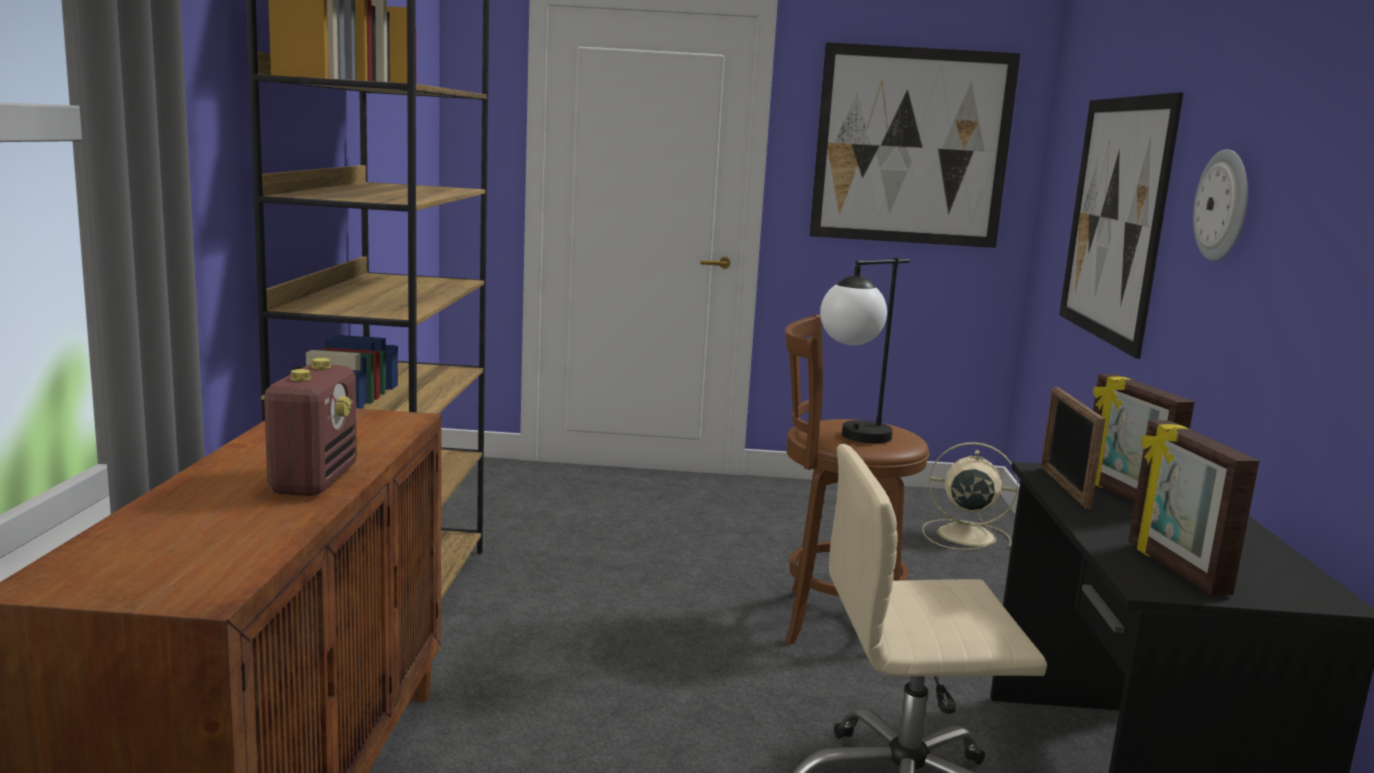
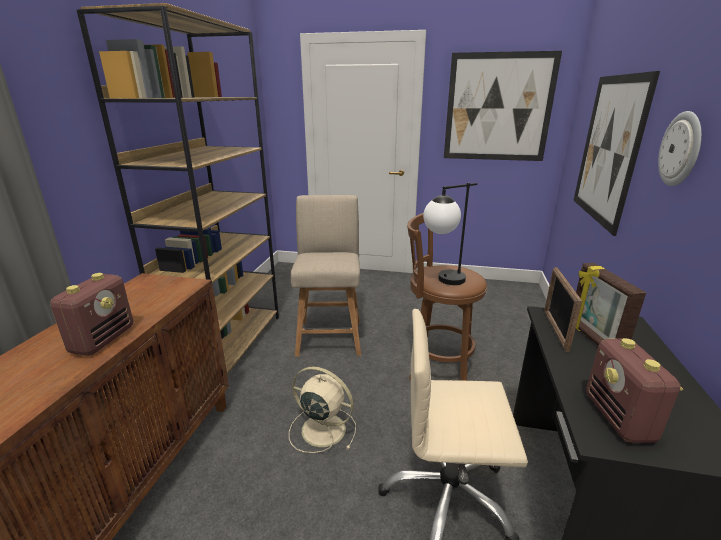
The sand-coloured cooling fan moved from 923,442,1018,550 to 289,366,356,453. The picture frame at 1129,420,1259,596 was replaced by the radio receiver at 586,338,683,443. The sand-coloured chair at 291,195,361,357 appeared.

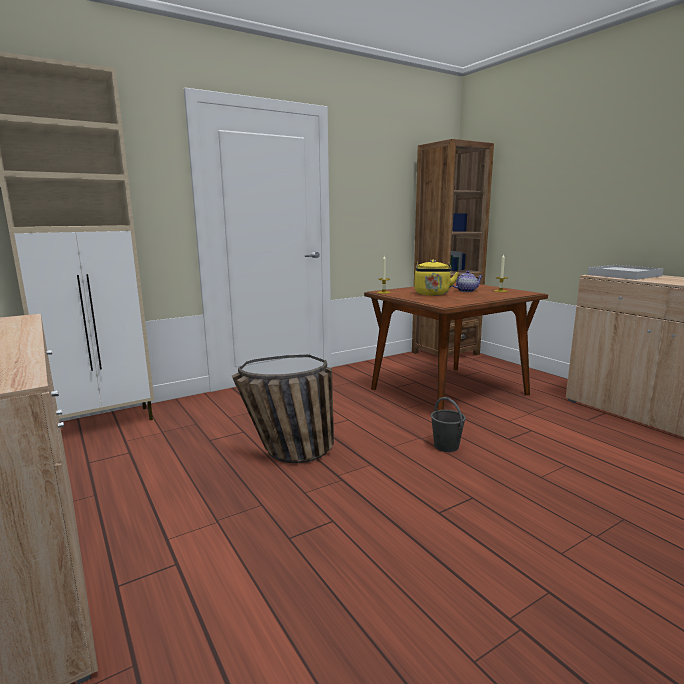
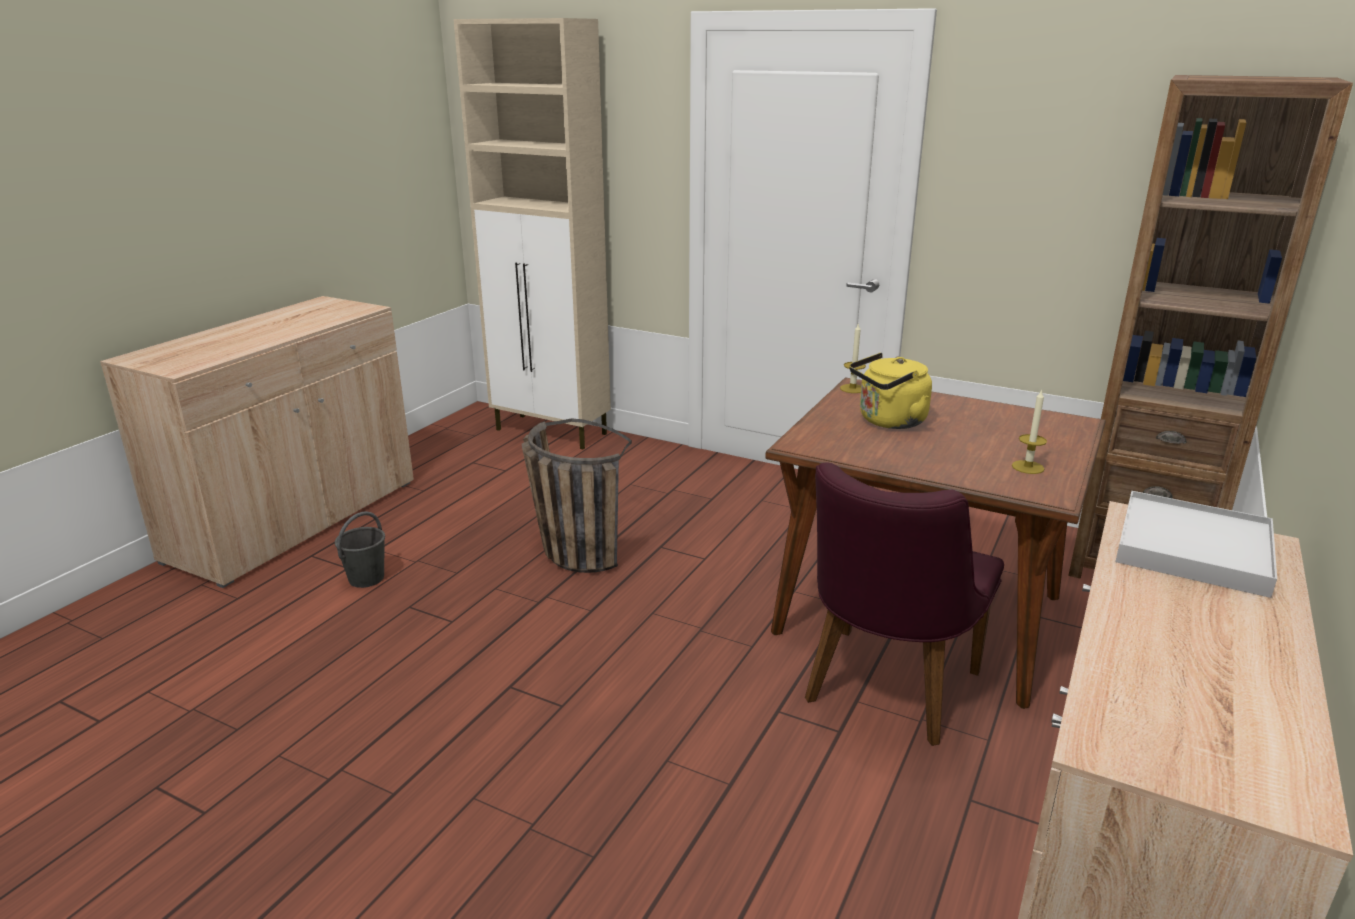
The grey pail moved from 431,397,466,452 to 335,511,385,588. The pot for tea at 453,271,482,292 disappeared. The purple chair at 805,462,1004,746 appeared.

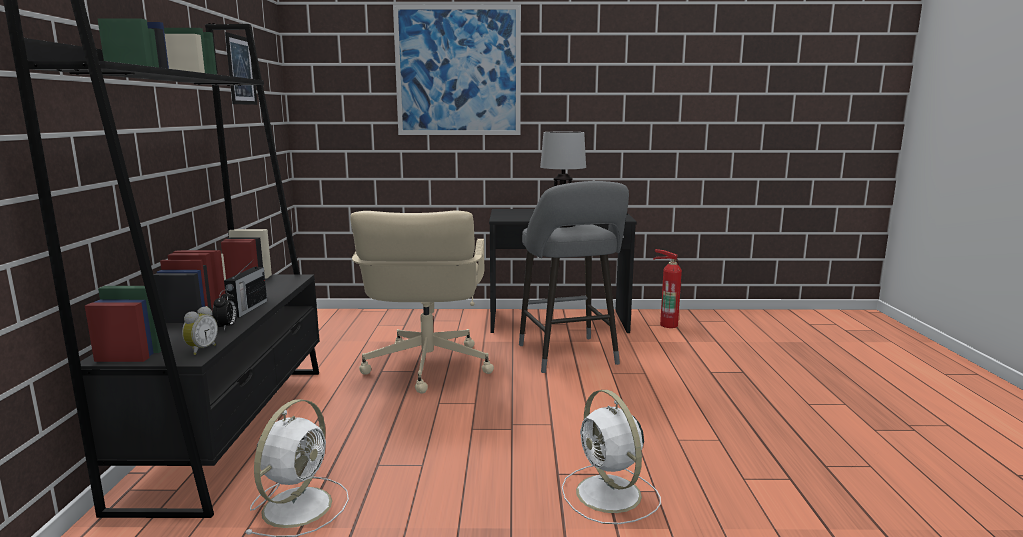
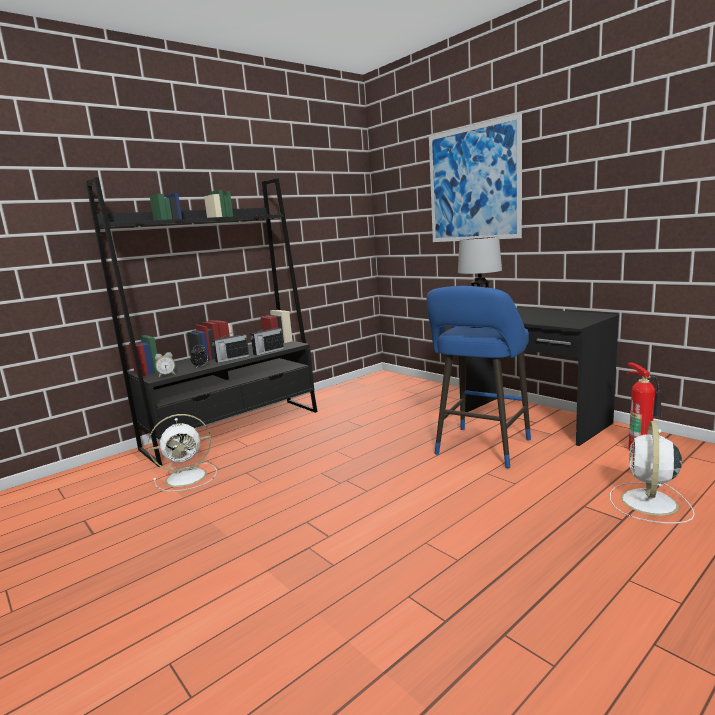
The picture at 225,32,257,105 disappeared. The sand-coloured office chair at 350,211,494,393 disappeared. The grey stool seat at 519,181,629,373 became the blue-coloured stool seat at 427,286,531,468. The white cooling fan moved from 562,390,661,524 to 610,421,695,524. The radio receiver at 250,324,284,356 appeared.

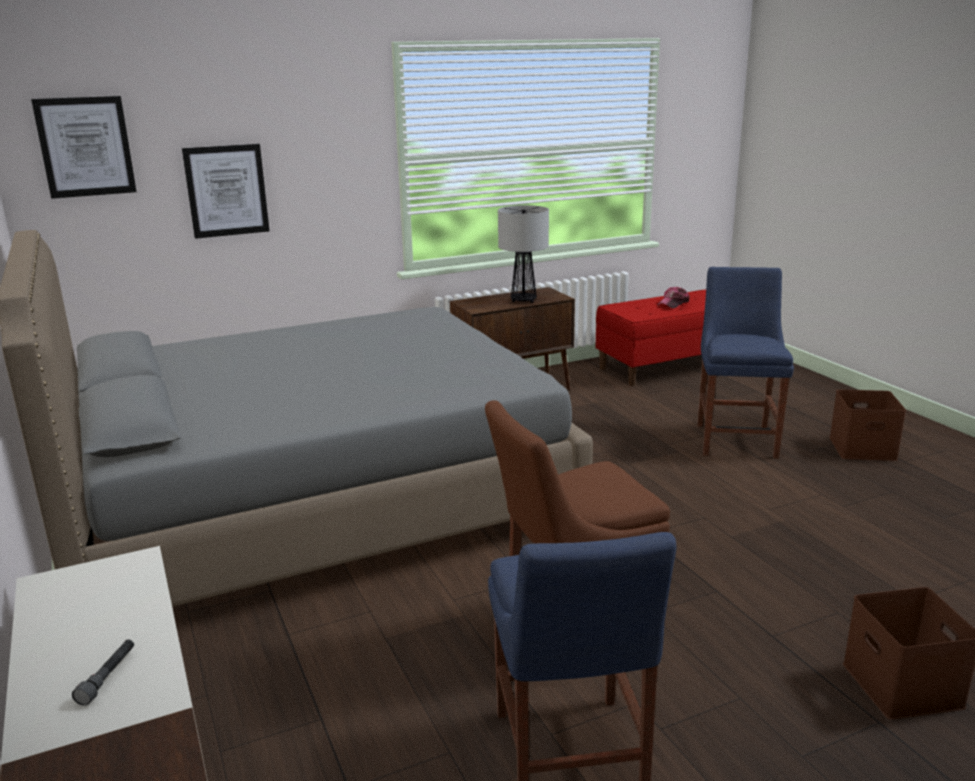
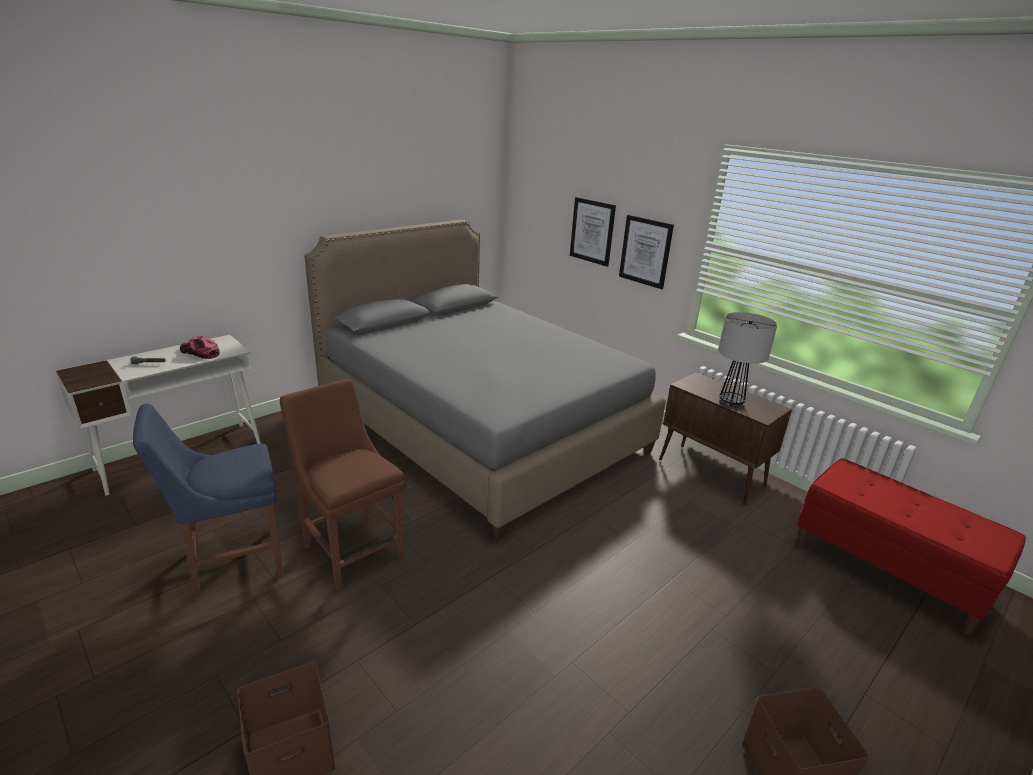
The picture moved from 31,96,137,199 to 619,215,674,289. The baseball cap moved from 657,287,690,308 to 180,336,220,359. The blue-coloured chair at 697,267,794,459 disappeared.

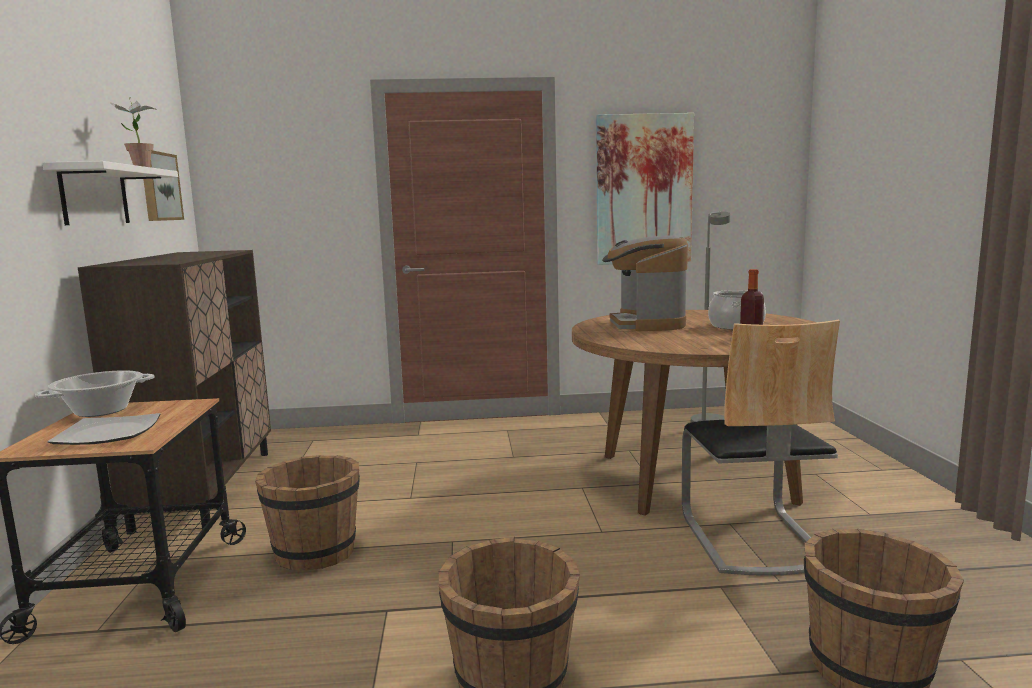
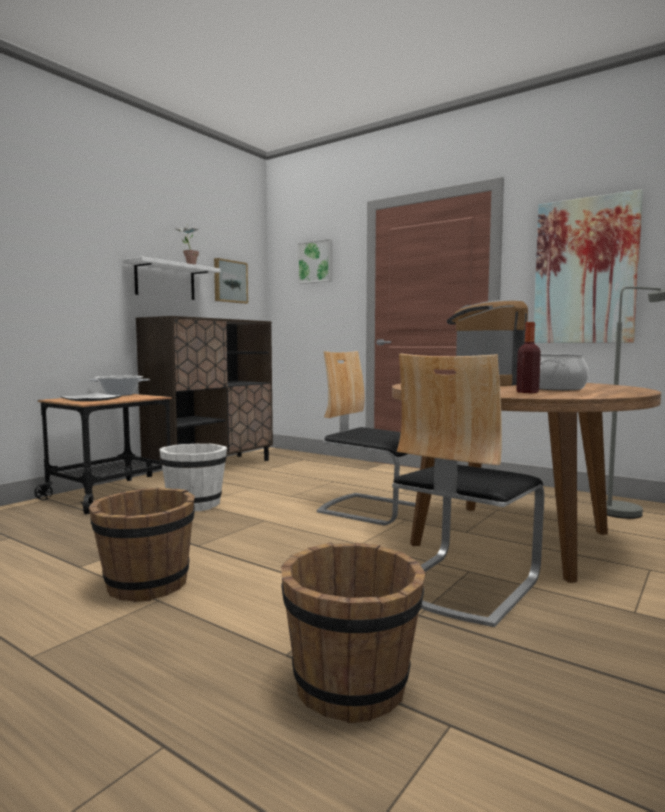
The brown pail at 255,455,360,571 became the white pail at 159,443,227,511. The picture at 297,239,332,284 appeared. The chair at 317,351,416,525 appeared.

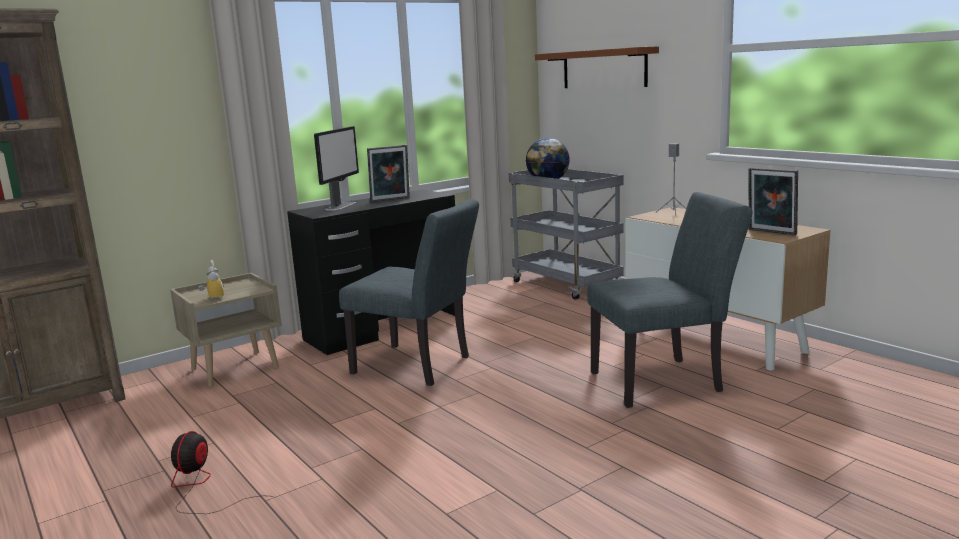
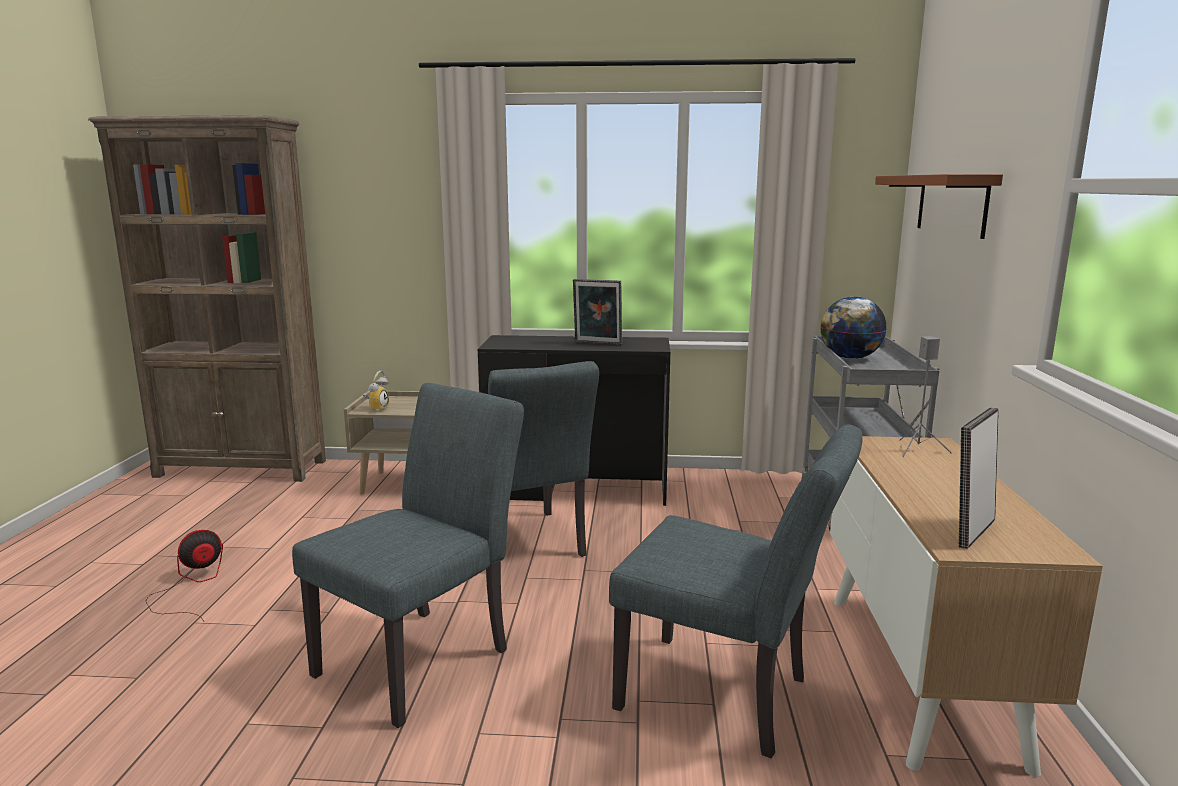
The monitor at 314,126,359,210 disappeared. The picture frame at 748,167,798,235 turned 45 degrees clockwise. The grey chair at 292,383,524,728 appeared.

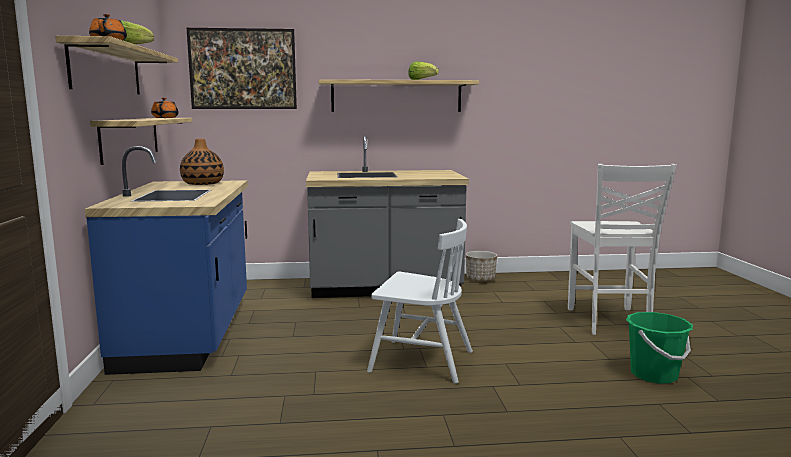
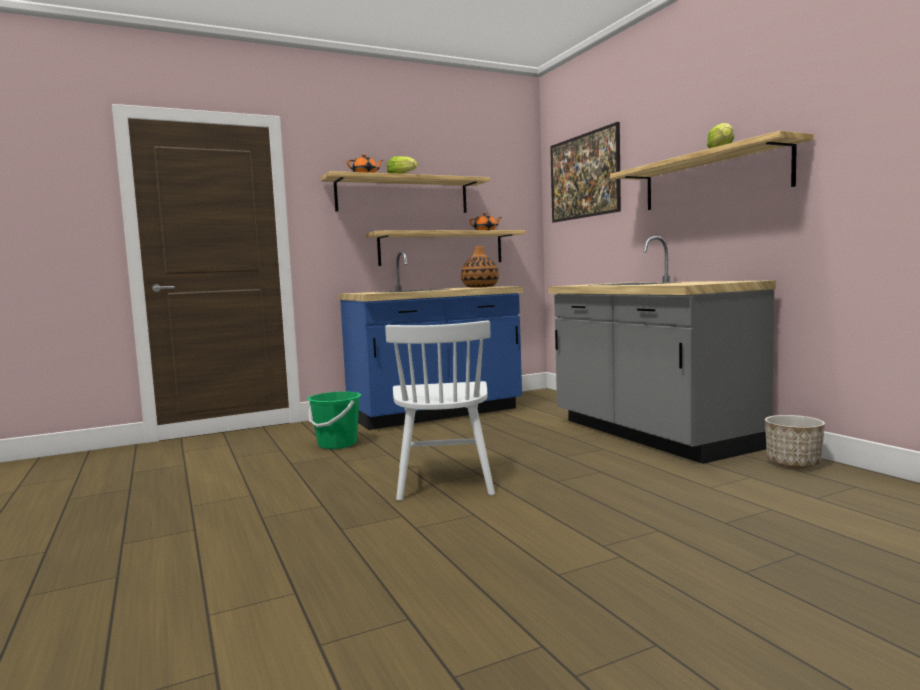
The white chair at 568,164,677,335 disappeared. The green-coloured pail moved from 626,312,693,384 to 307,392,361,449.

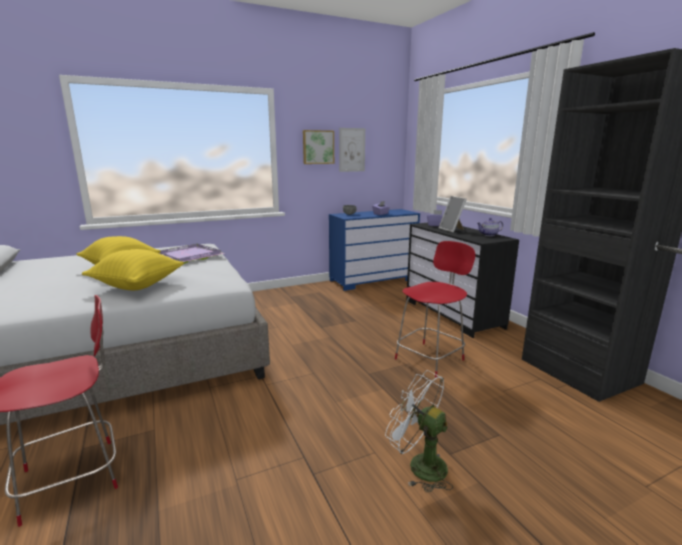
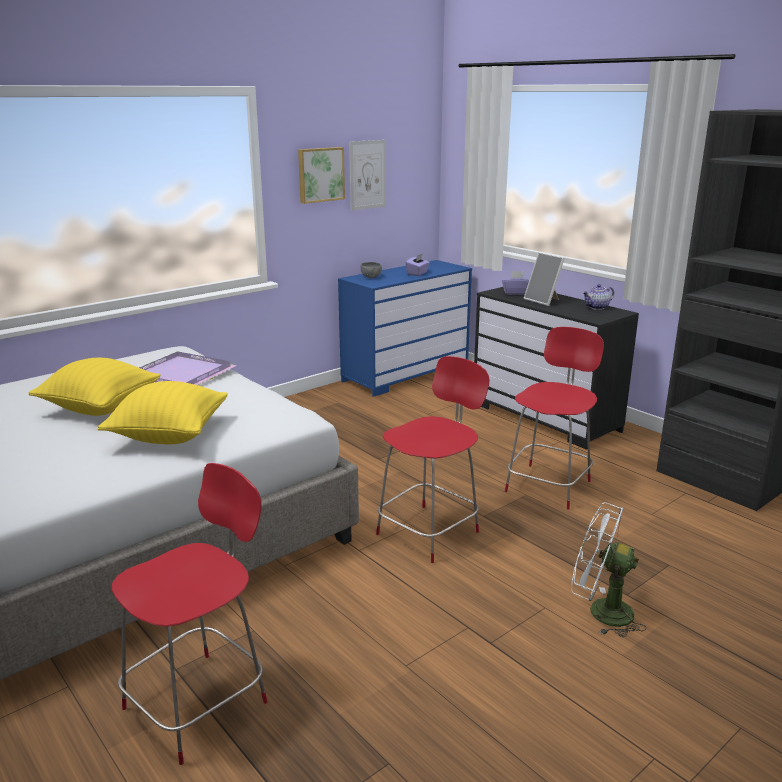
The red chair at 376,356,490,563 appeared.

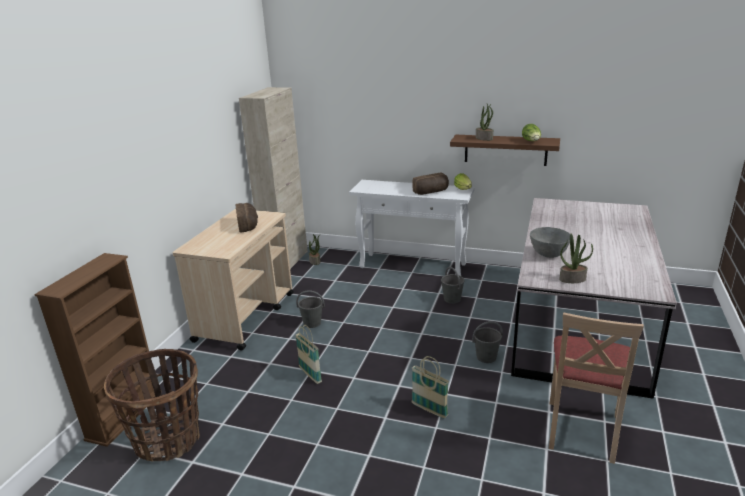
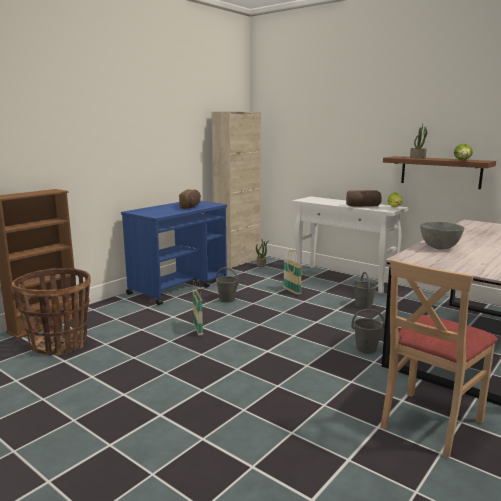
The sand-coloured trolley at 172,209,294,351 became the blue-coloured trolley at 121,201,227,305. The storage basket moved from 411,356,449,418 to 283,250,302,295. The potted plant at 559,234,593,283 disappeared.

